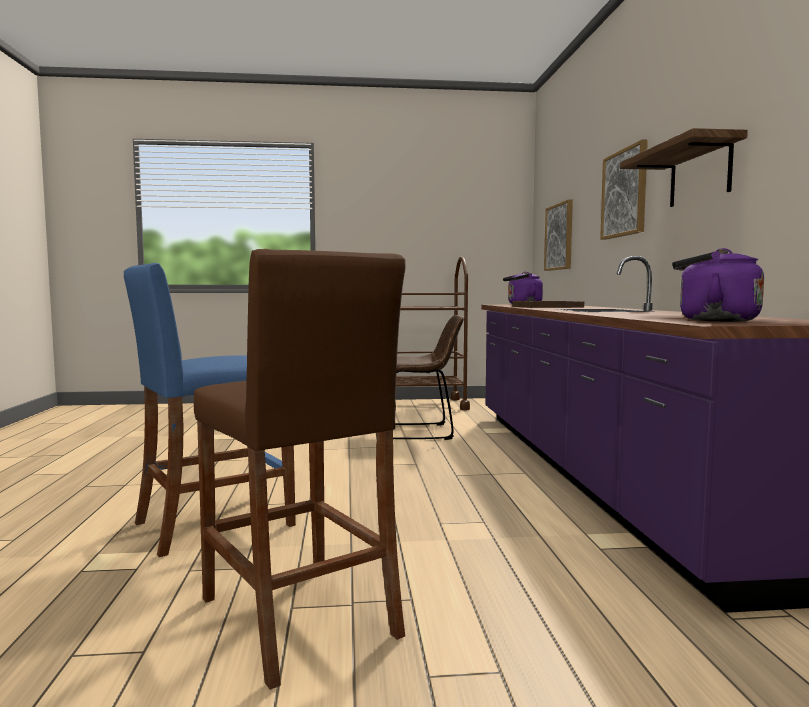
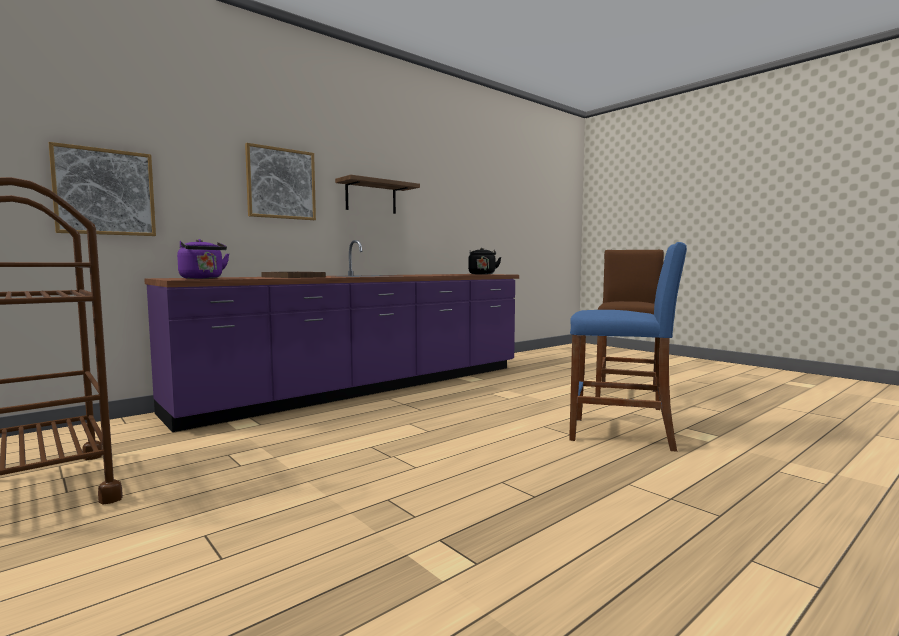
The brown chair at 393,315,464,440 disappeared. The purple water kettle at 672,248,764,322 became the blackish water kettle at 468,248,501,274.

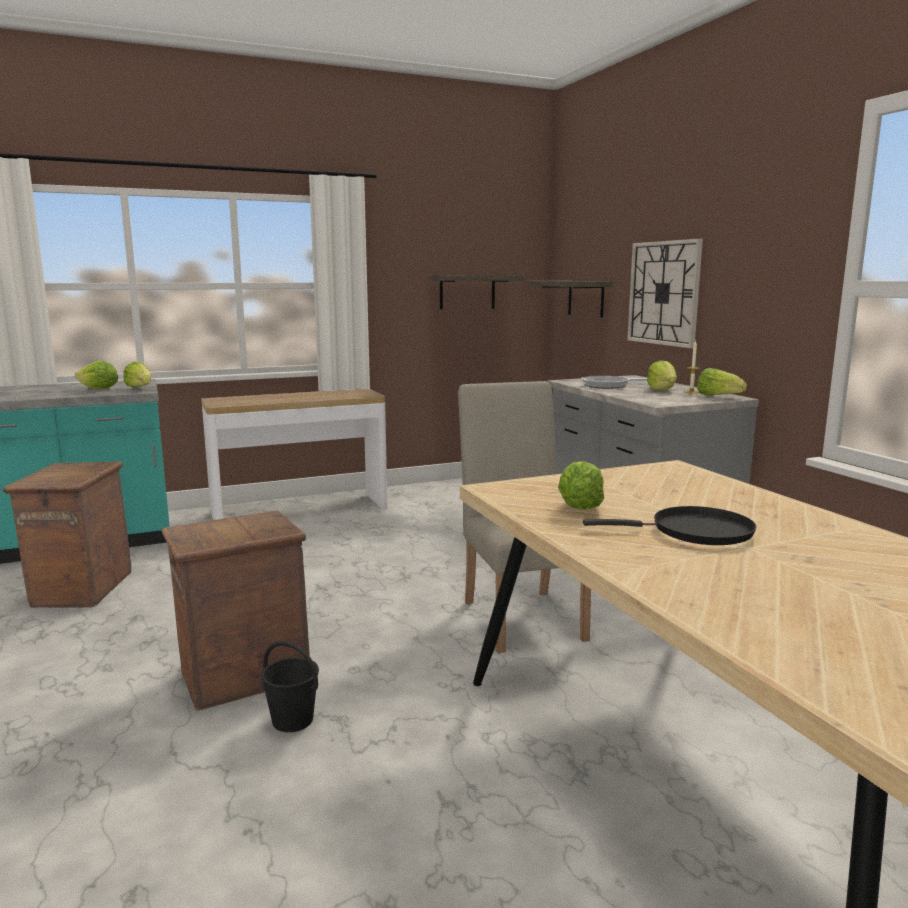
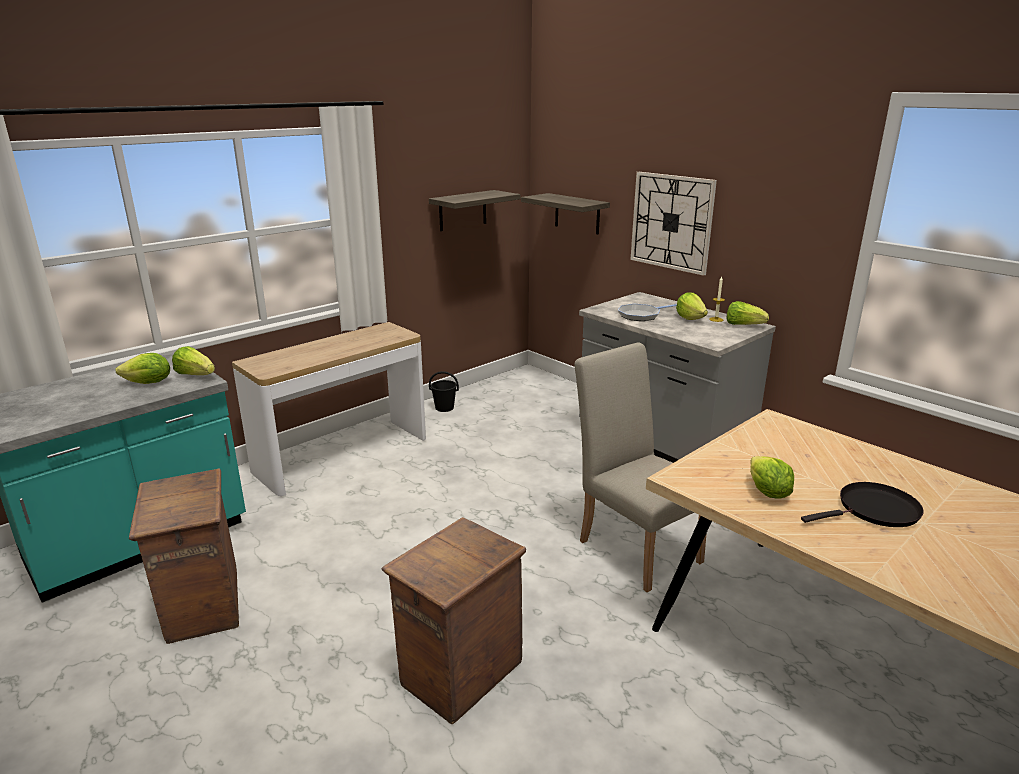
The blackish pail moved from 261,641,319,732 to 429,371,459,412.

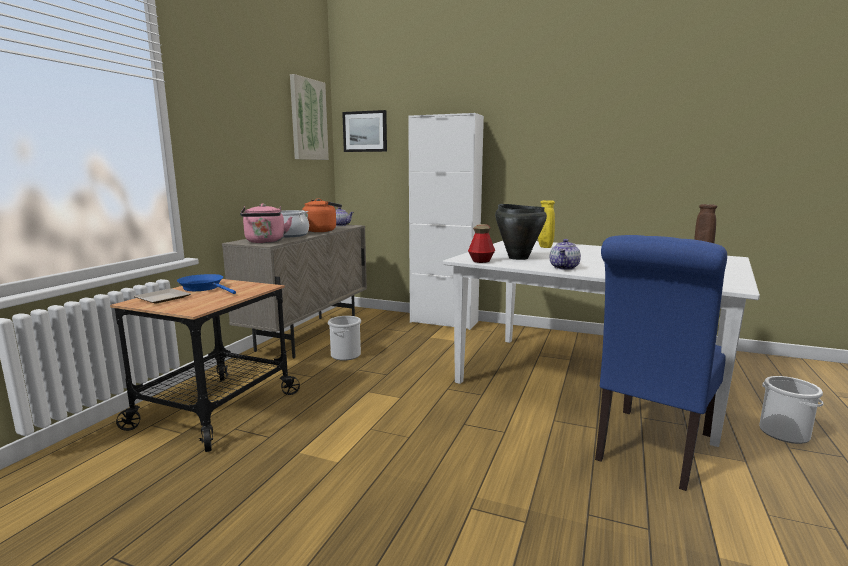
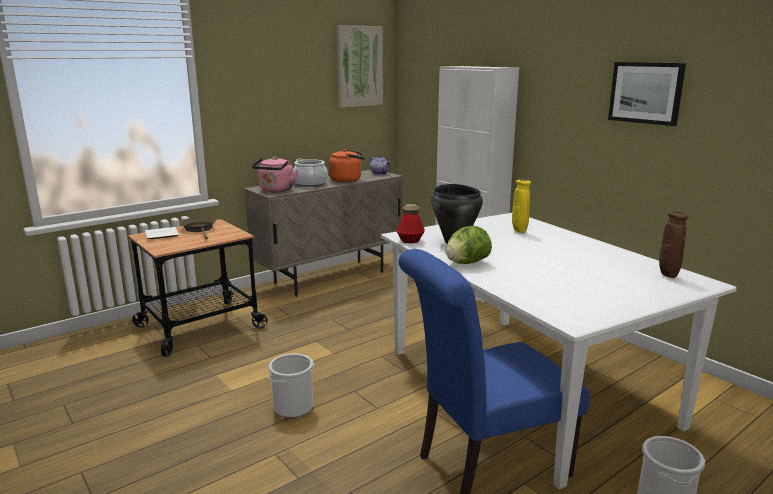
The blue-coloured skillet at 177,274,236,294 became the brown skillet at 180,217,216,239. The pail moved from 328,316,361,361 to 268,354,314,418. The picture moved from 342,110,387,152 to 608,62,686,126. The pot for tea at 550,239,581,270 was replaced by the lettuce head at 446,226,492,264.

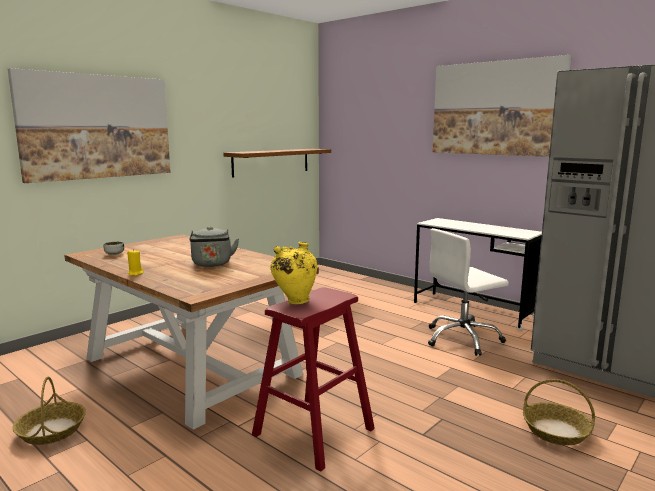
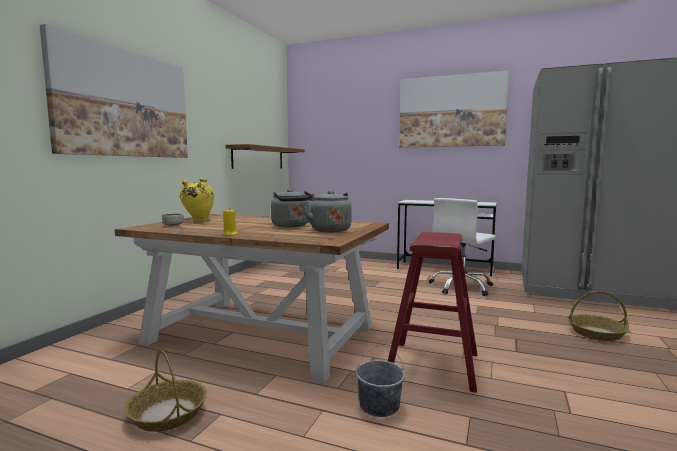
The yellow-coloured flower vase moved from 270,242,318,304 to 179,179,214,222. The grey water kettle at 303,191,351,232 appeared. The grey pail at 355,345,405,417 appeared.

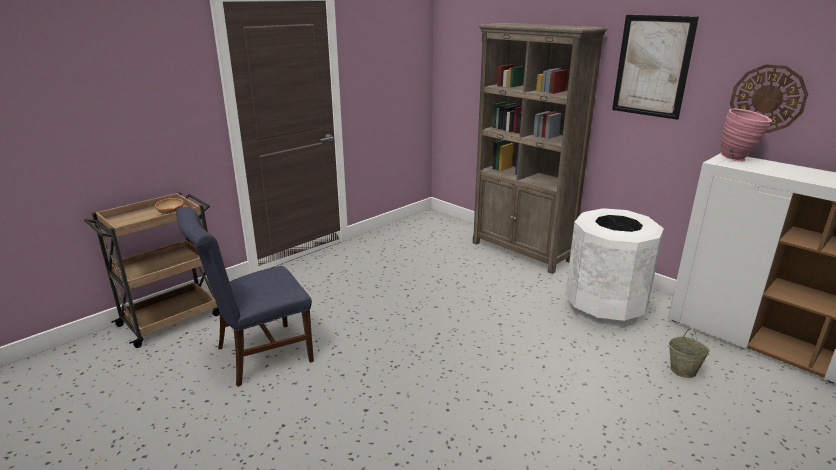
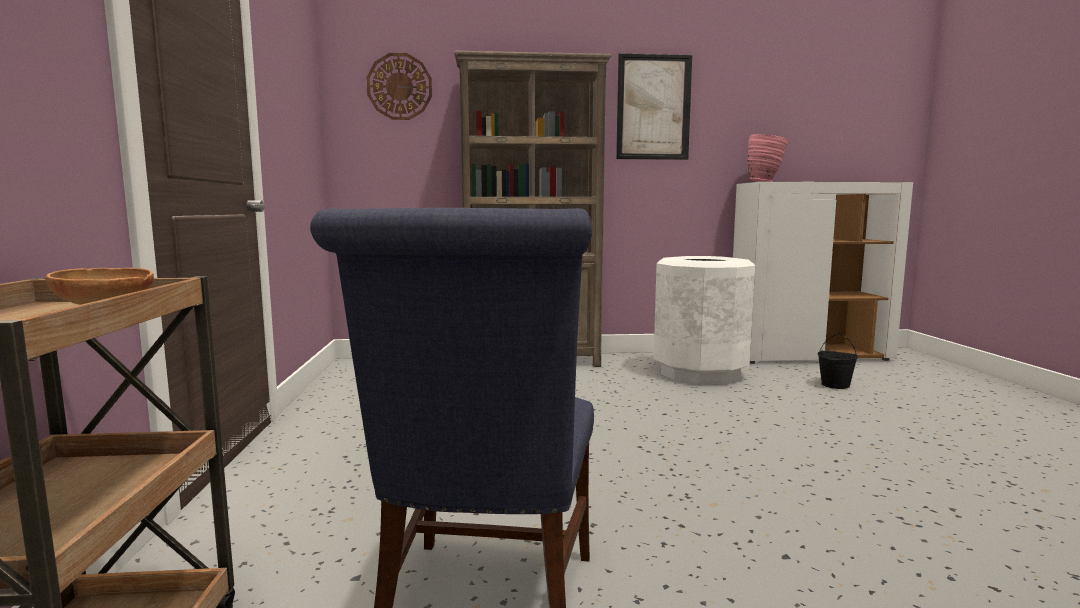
The sand-coloured pail at 669,329,710,378 became the blackish pail at 817,333,858,389. The wall clock moved from 730,64,808,133 to 367,53,432,120.

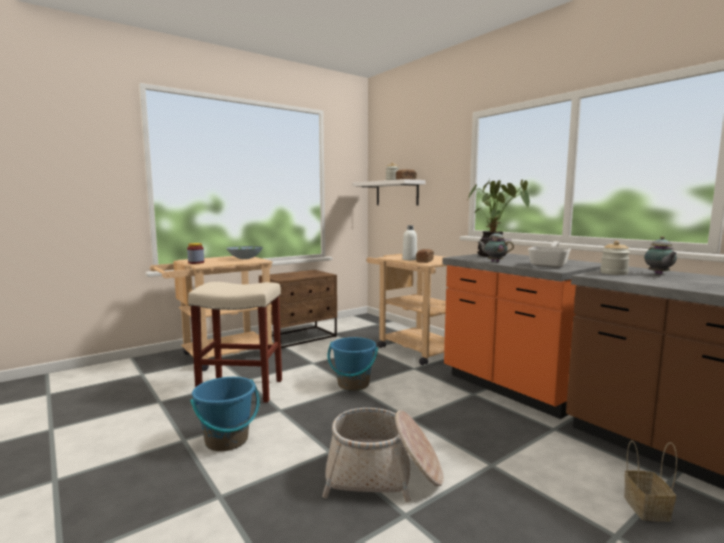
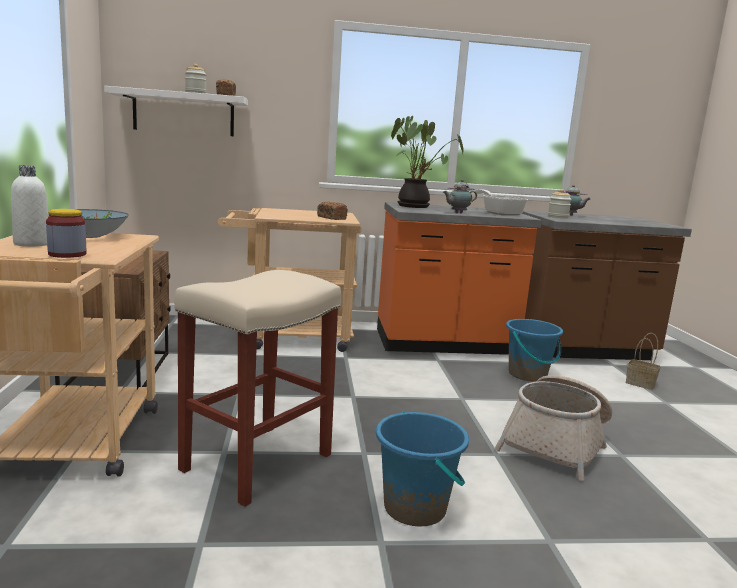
The blue-coloured pail moved from 328,337,378,391 to 506,319,563,382. The white beverage bottle moved from 402,225,417,260 to 11,165,49,247.

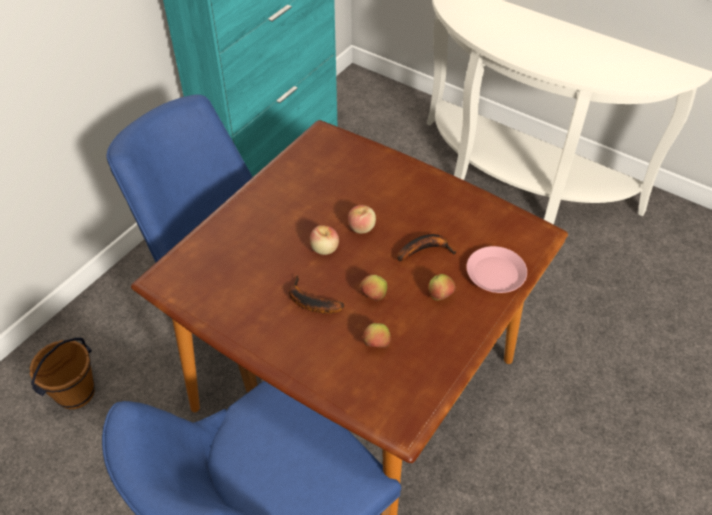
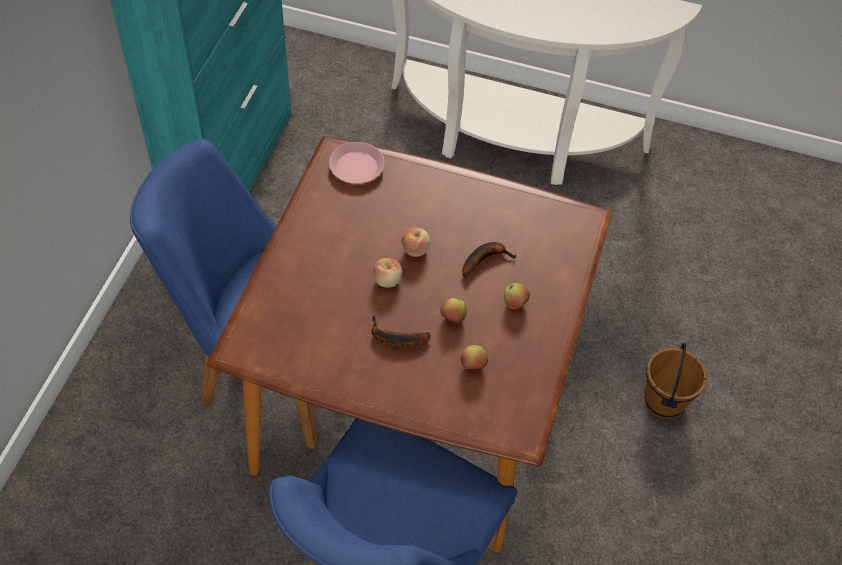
The brown pail moved from 30,338,95,409 to 645,343,707,419. The pink plate moved from 466,246,527,293 to 329,142,385,184.

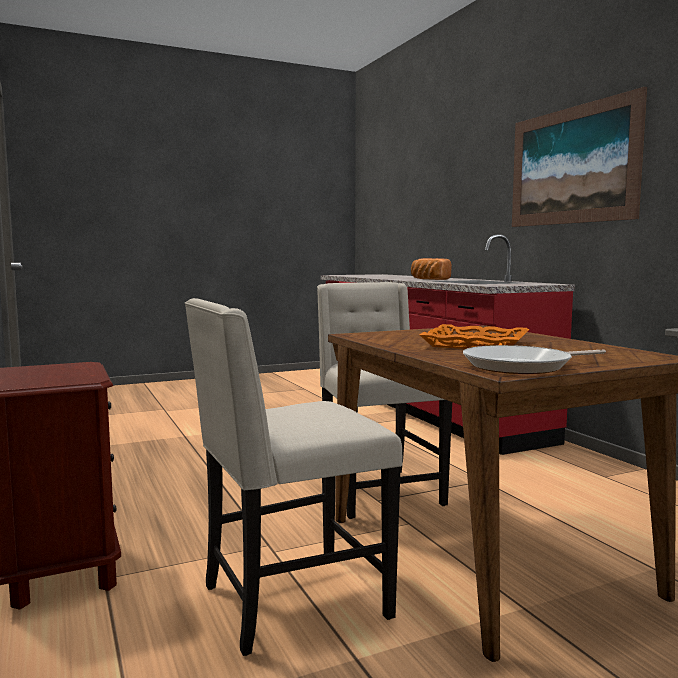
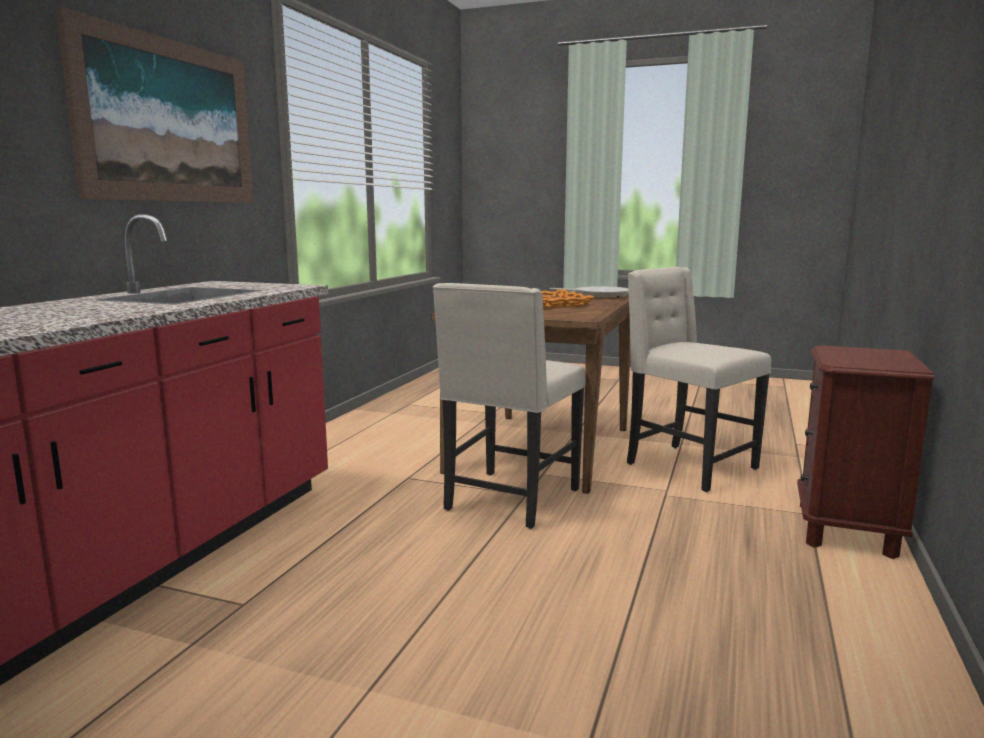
The sand-coloured chair at 185,298,403,656 turned 150 degrees counterclockwise. The baked bread at 411,258,452,280 disappeared.

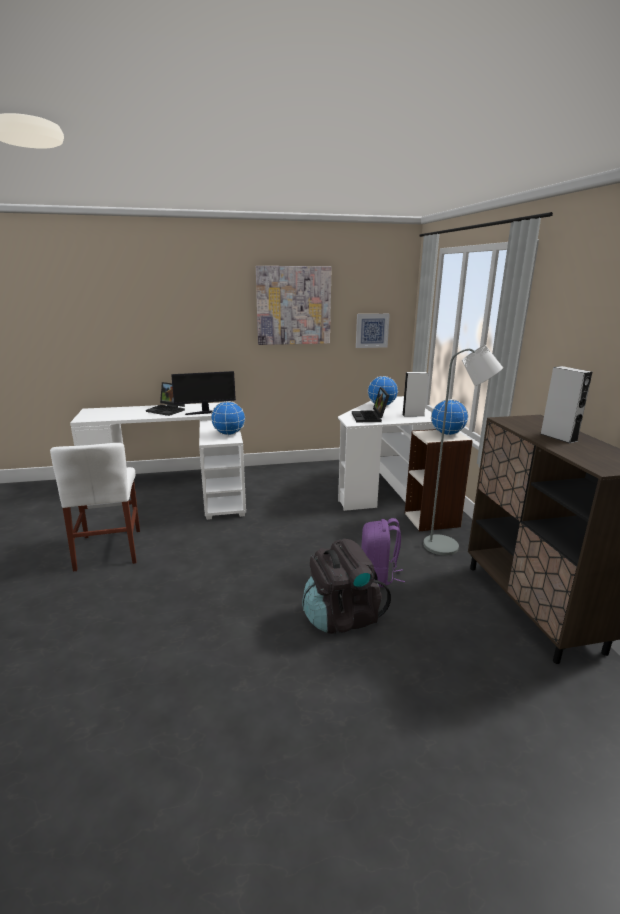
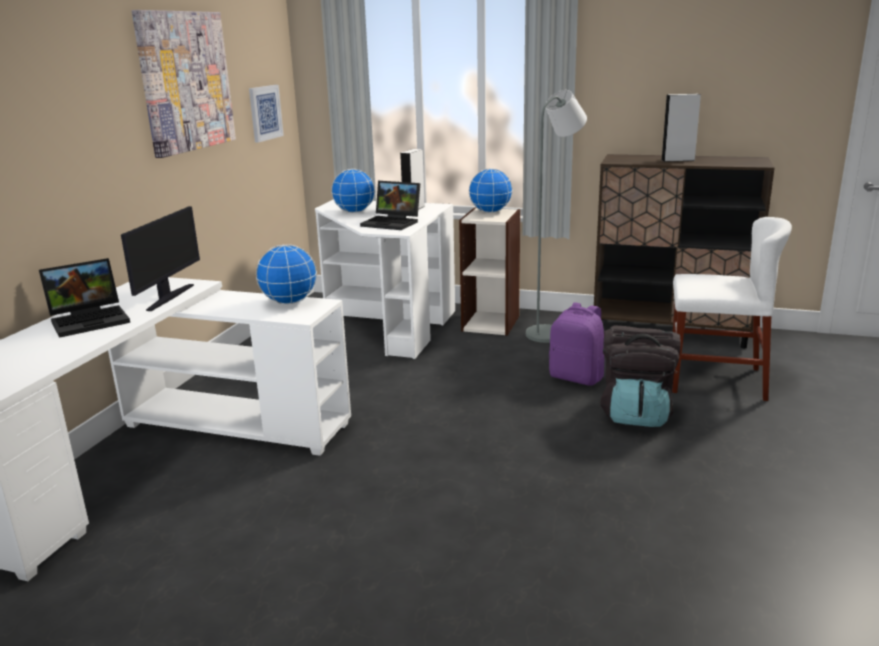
The white chair moved from 50,443,140,572 to 672,217,792,401.

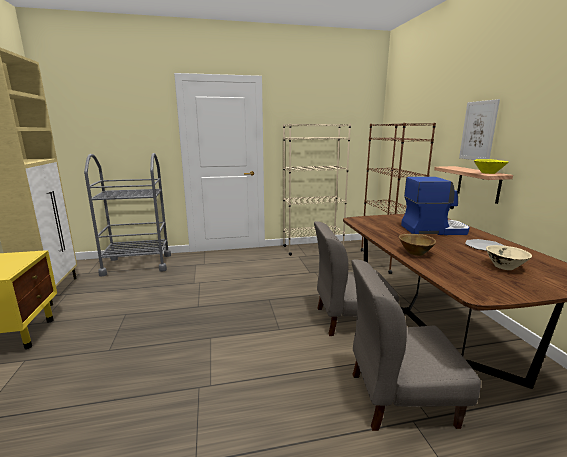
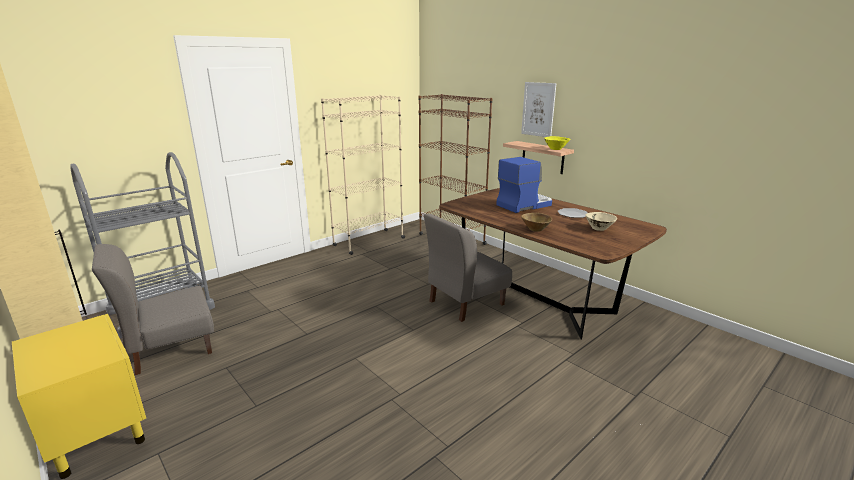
The grey chair moved from 351,259,481,431 to 92,244,214,375.

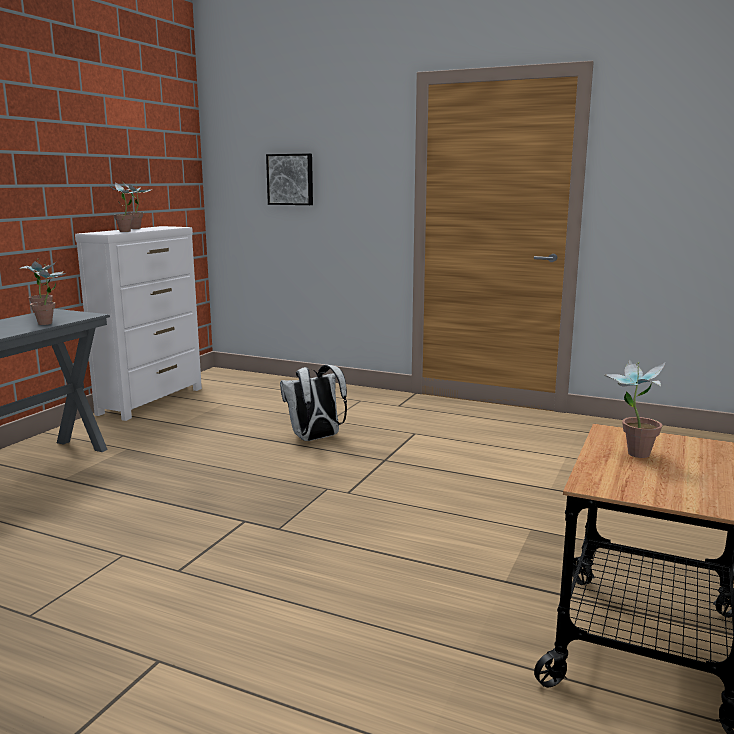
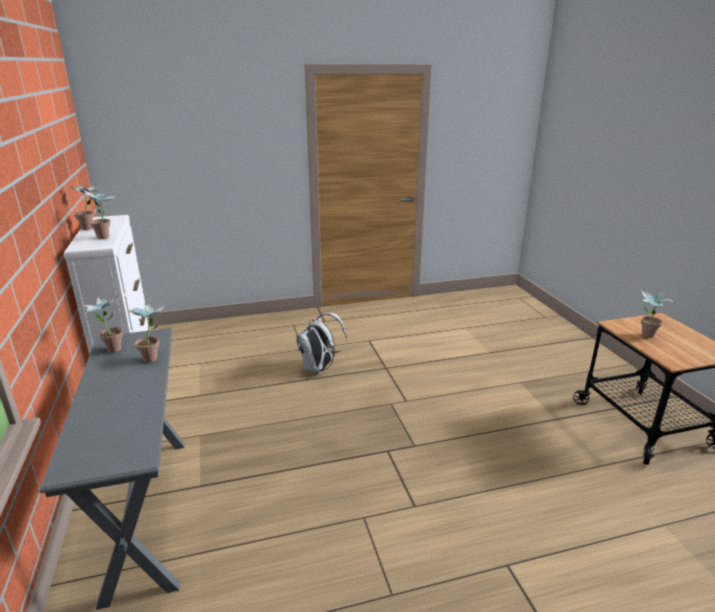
The picture at 266,154,313,205 disappeared.

